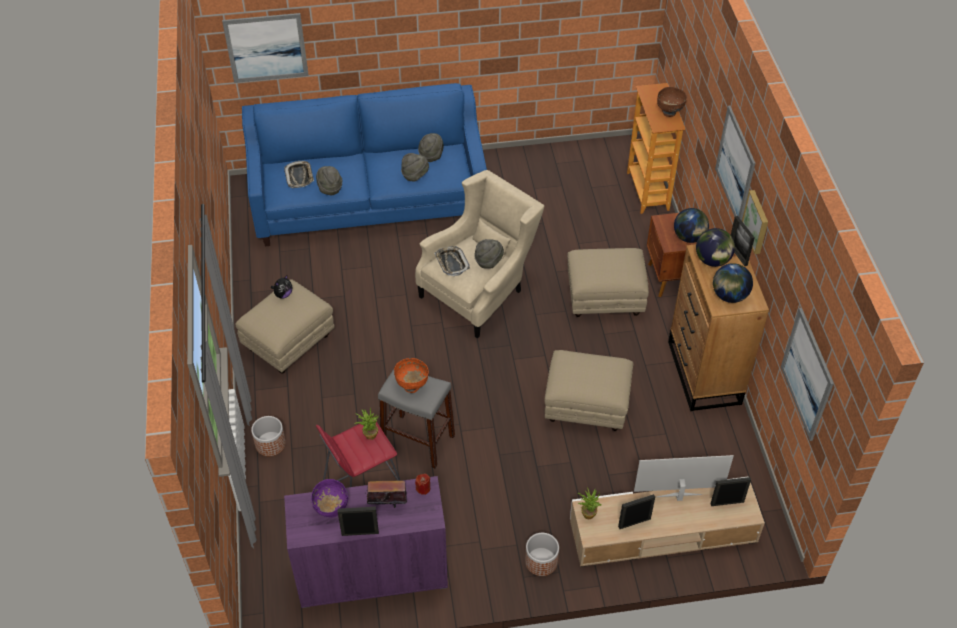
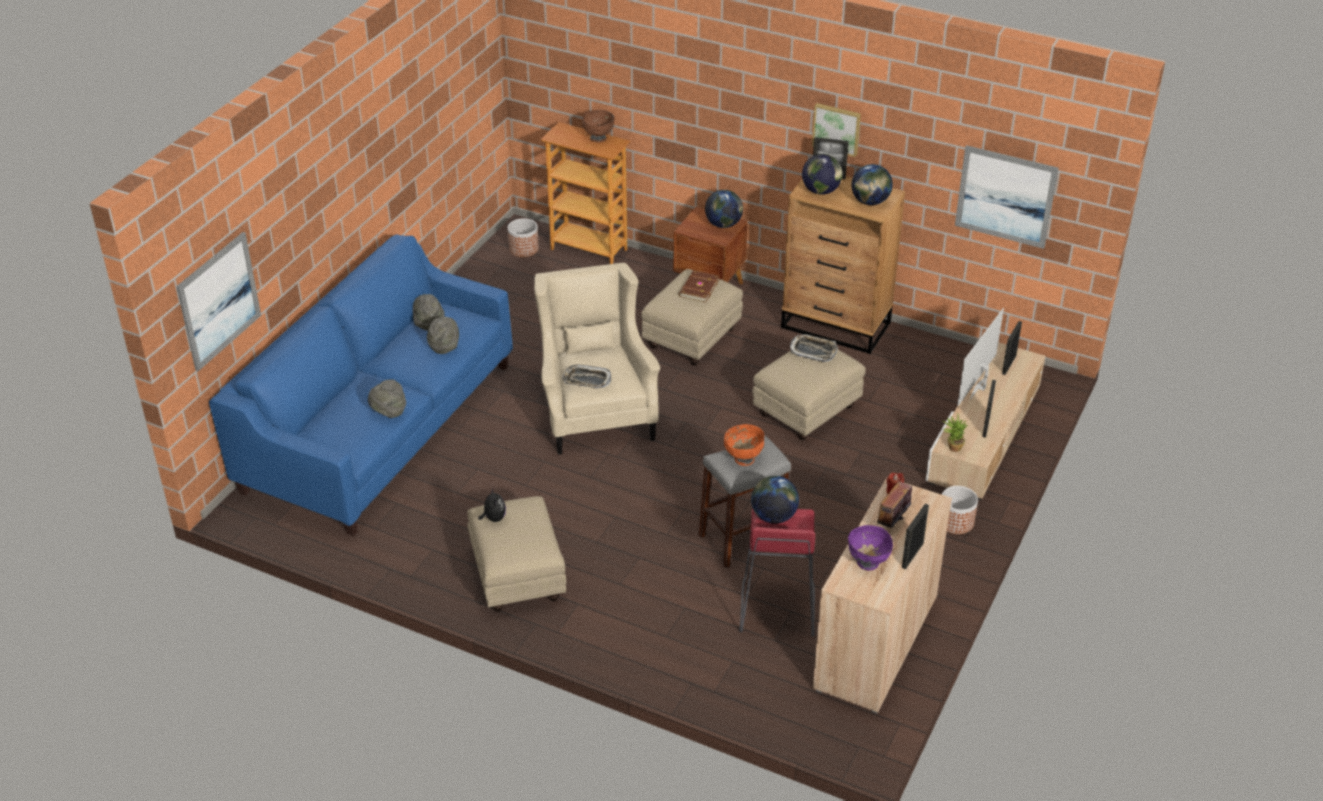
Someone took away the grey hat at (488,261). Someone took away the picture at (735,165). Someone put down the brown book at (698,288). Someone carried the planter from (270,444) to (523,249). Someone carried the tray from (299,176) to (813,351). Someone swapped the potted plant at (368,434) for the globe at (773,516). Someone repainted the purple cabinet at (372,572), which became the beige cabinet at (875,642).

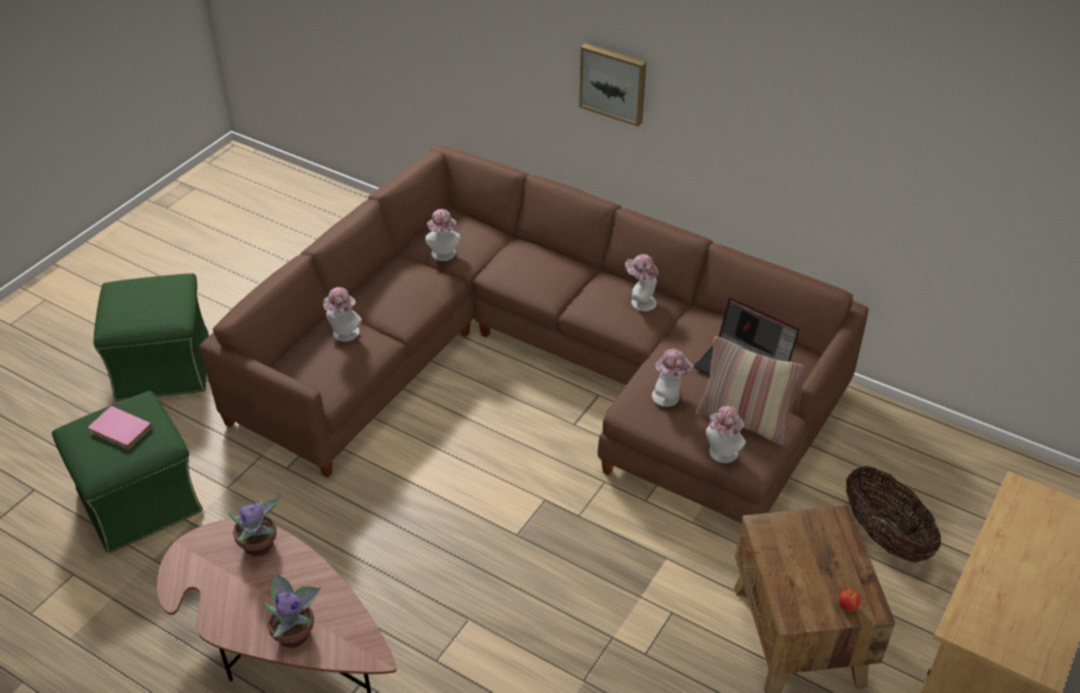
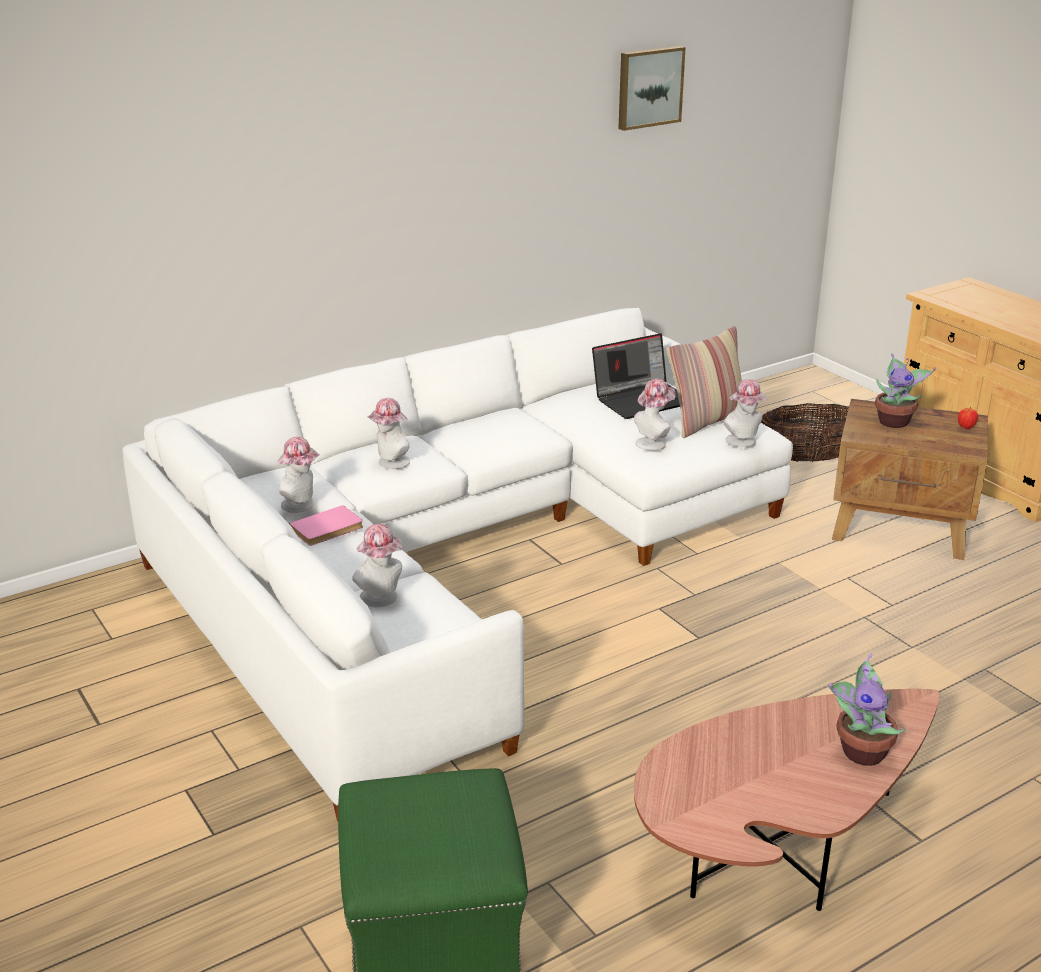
Someone took away the green ottoman at (164,367). Someone carried the pink book from (119,430) to (328,529). Someone carried the potted plant from (260,546) to (895,422). Someone carried the picture from (614,83) to (649,87). Someone carried the hat from (640,301) to (390,463). Someone repainted the brown sofa at (542,367), which became the white sofa at (456,560).

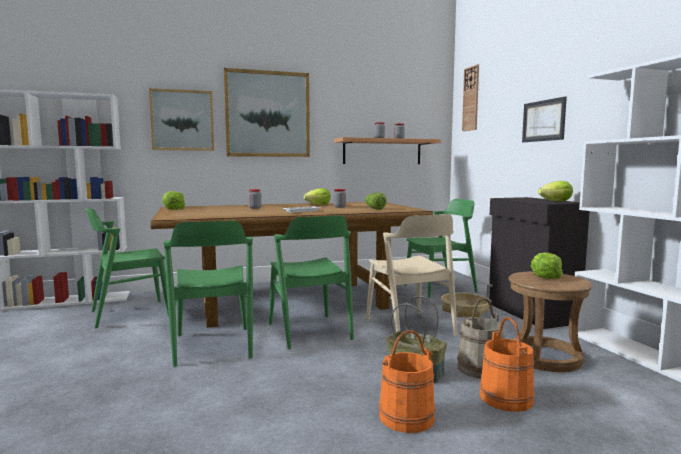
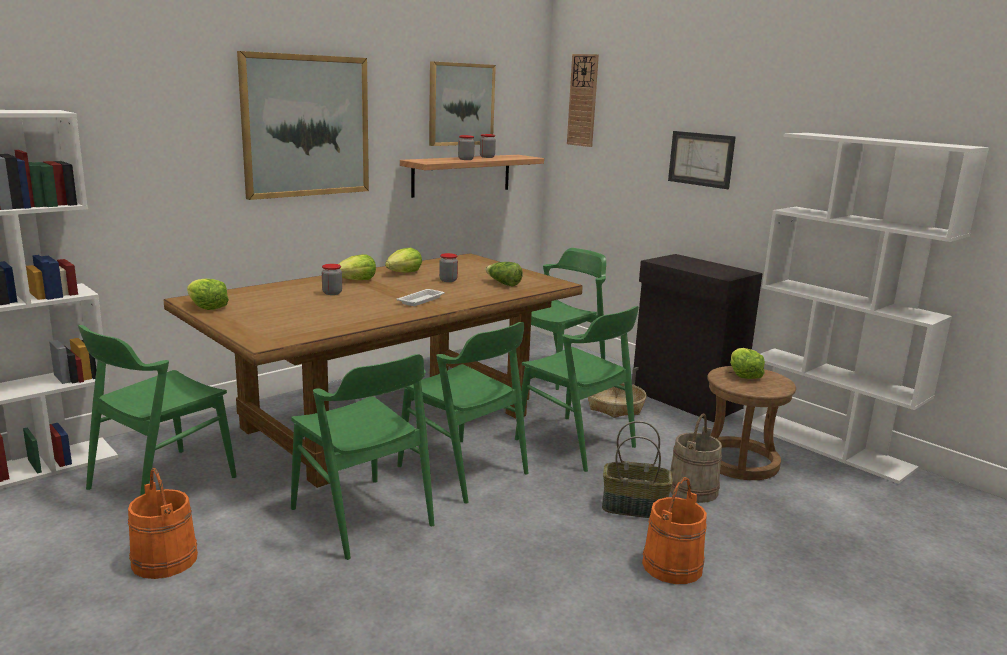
Someone carried the picture from (182,120) to (460,104). Someone carried the orange bucket from (505,398) to (164,560). Someone carried the lettuce from (555,201) to (356,280). Someone repainted the beige chair at (409,327), which became the green chair at (575,443).

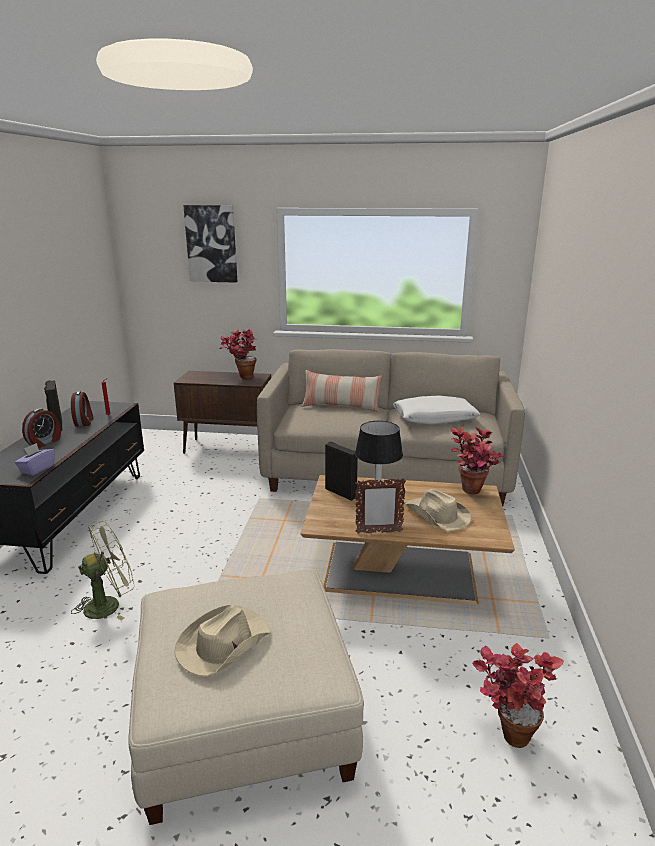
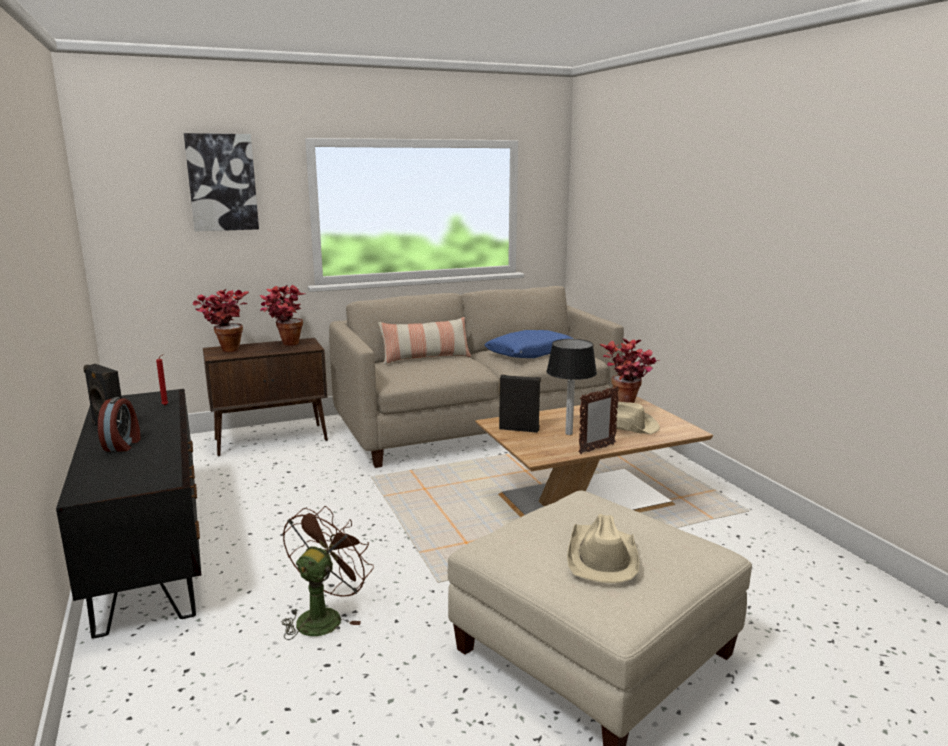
Someone took away the purple tissue box at (37,469). Someone took away the alarm clock at (84,422). Someone carried the potted plant from (506,730) to (225,349). Someone repainted the green fan at (109,604), which became the brown fan at (324,616). Someone repainted the white pillow at (434,418), which became the blue pillow at (530,353).

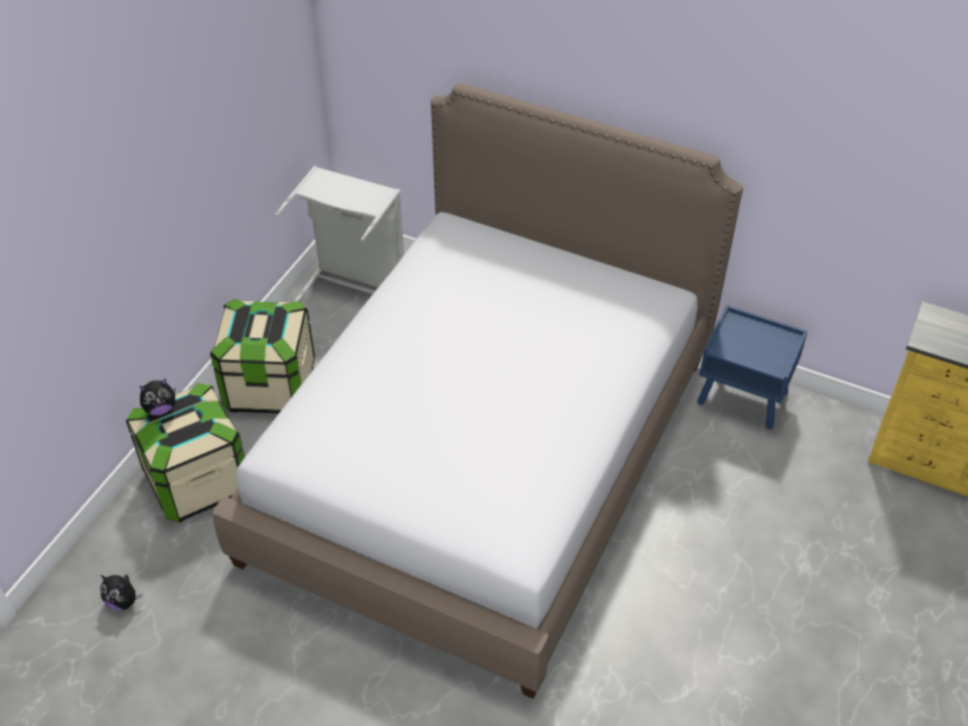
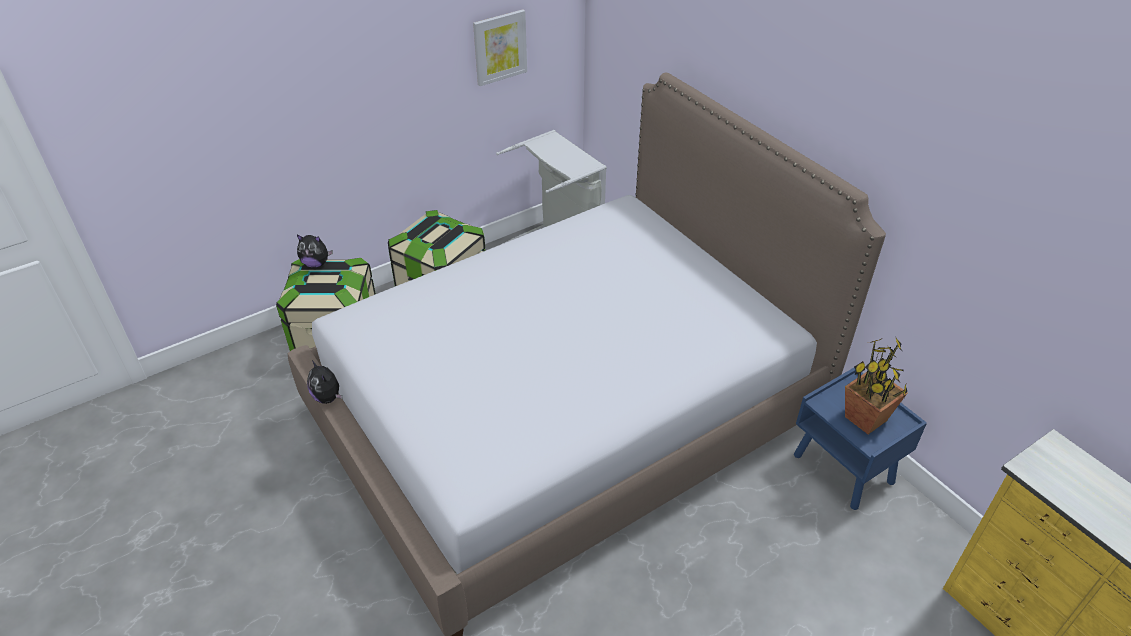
Someone put up the picture at (500,47). Someone put down the potted plant at (866,419). Someone carried the plush toy from (123,601) to (329,397).

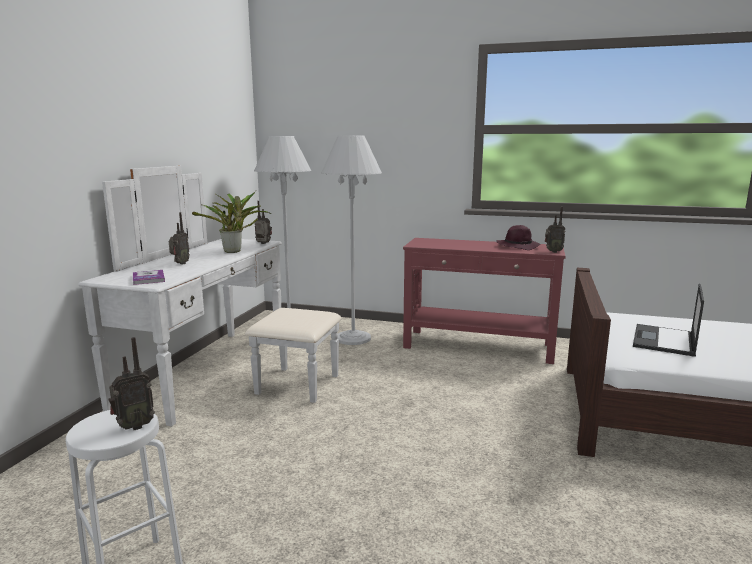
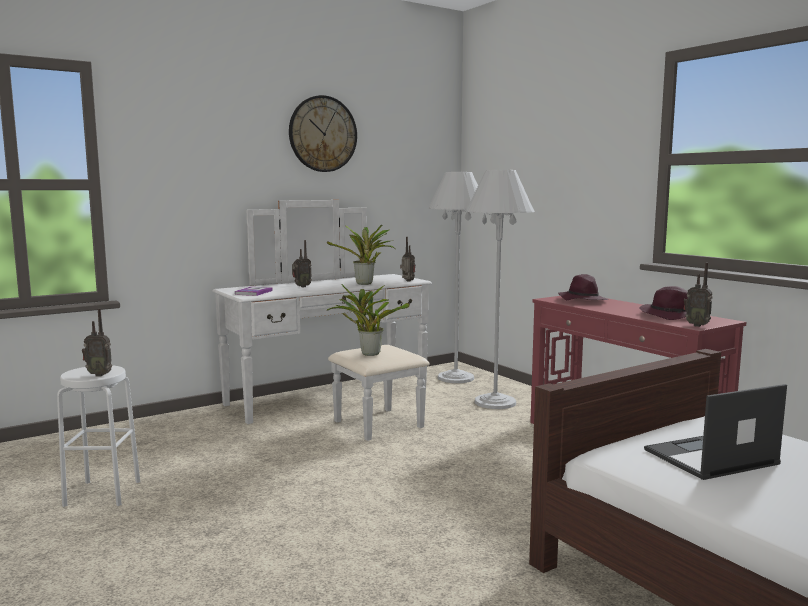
Someone put up the wall clock at (322,134). Someone put down the potted plant at (368,353). Someone put down the purple hat at (582,300).

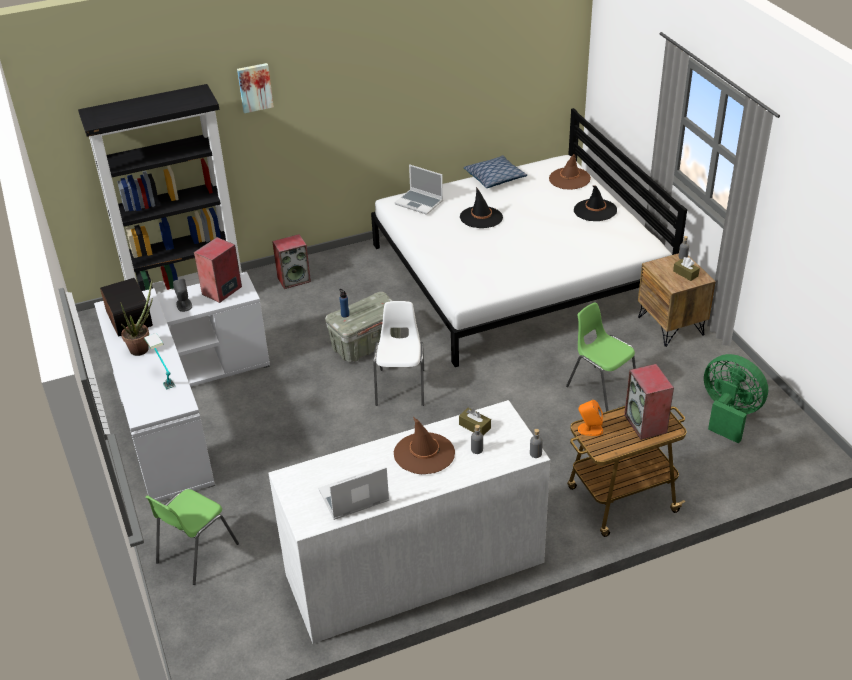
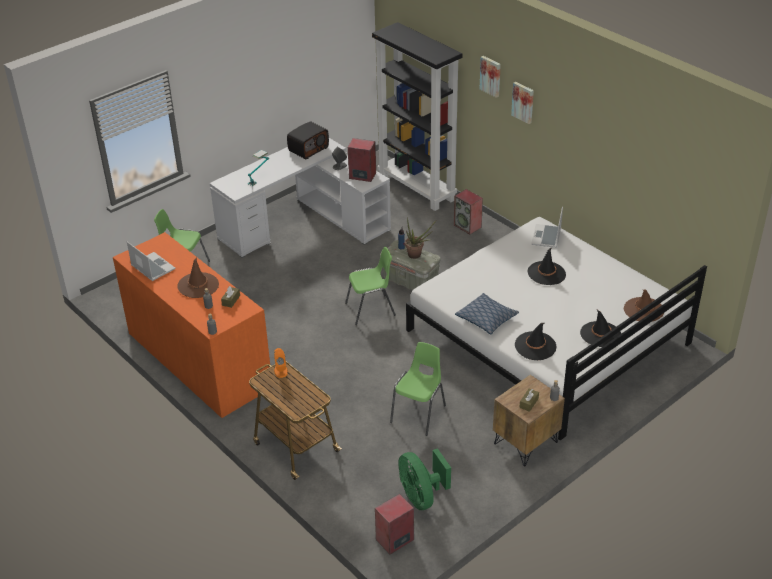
Someone put up the picture at (523,102). Someone put down the black hat at (535,346). Someone carried the potted plant from (142,347) to (417,255). Someone carried the pillow from (494,178) to (486,319). Someone carried the speaker from (646,424) to (394,540). Someone repainted the white dresser at (414,568), which became the orange dresser at (198,359). Someone repainted the white chair at (401,387), which became the green chair at (371,309). Someone rotated the green fan at (728,414) by 135 degrees clockwise.

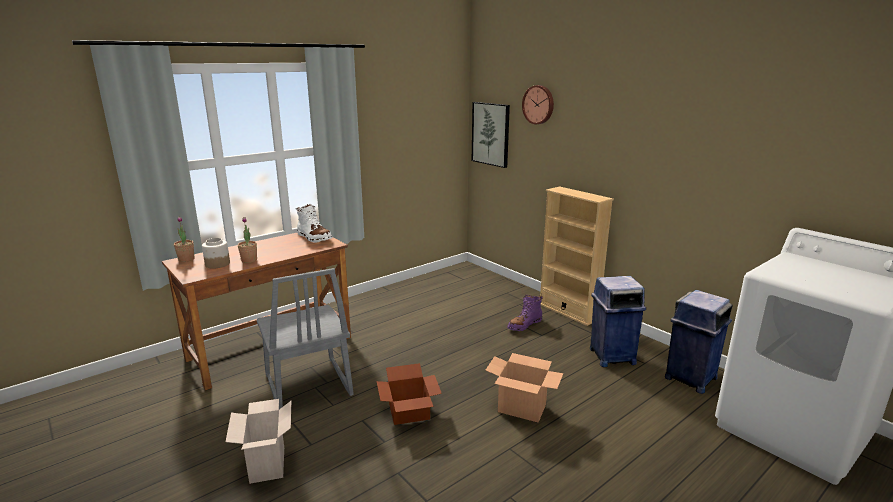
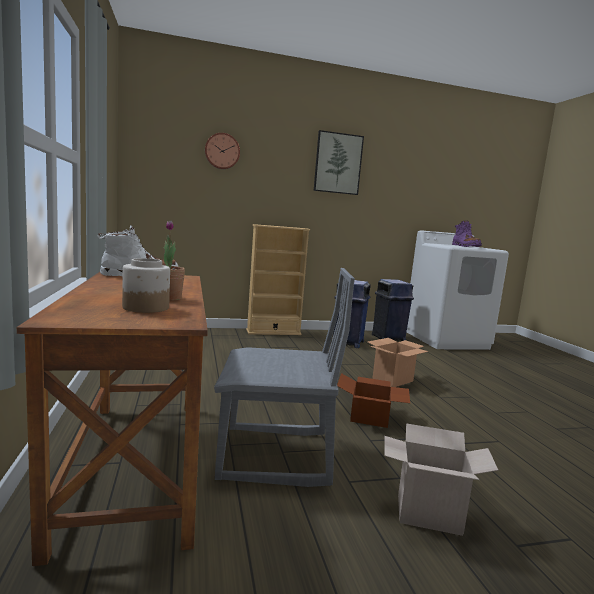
Someone took away the potted plant at (186,259). Someone carried the picture from (491,134) to (338,163). Someone carried the purple boot from (524,325) to (465,246).

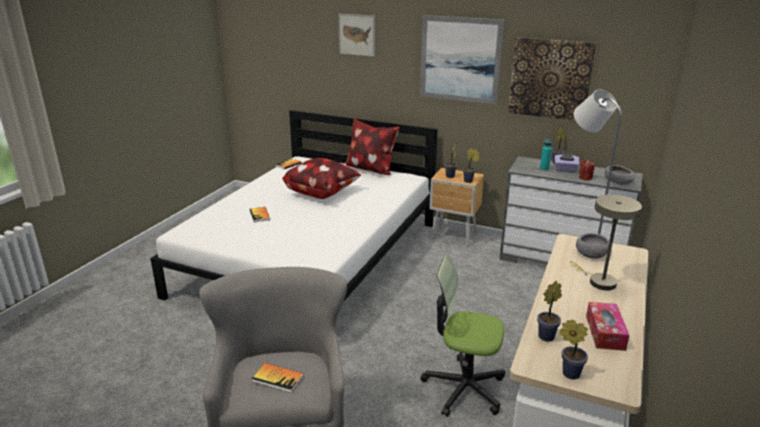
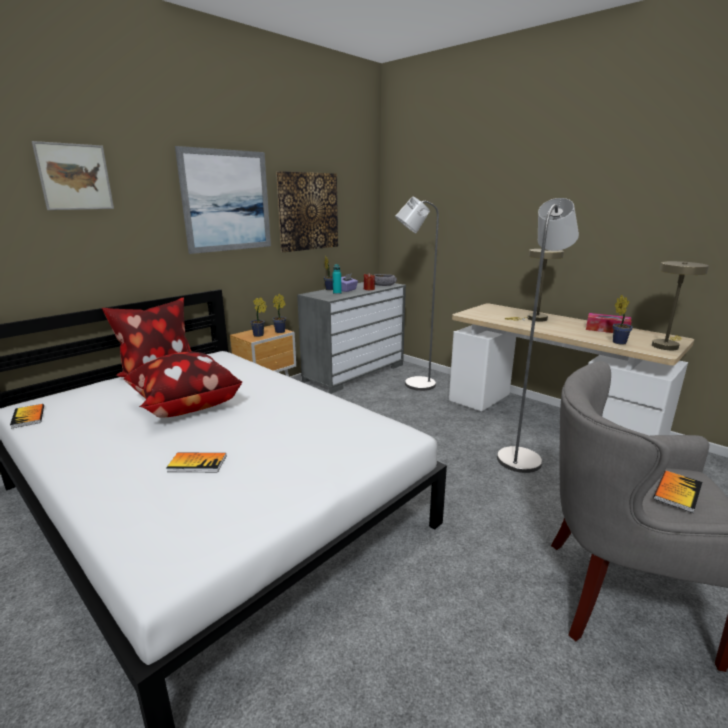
Someone took away the grey bowl at (591,253). Someone swapped the office chair at (464,388) for the grey floor lamp at (522,456). Someone swapped the potted plant at (568,373) for the beige table lamp at (666,345).

